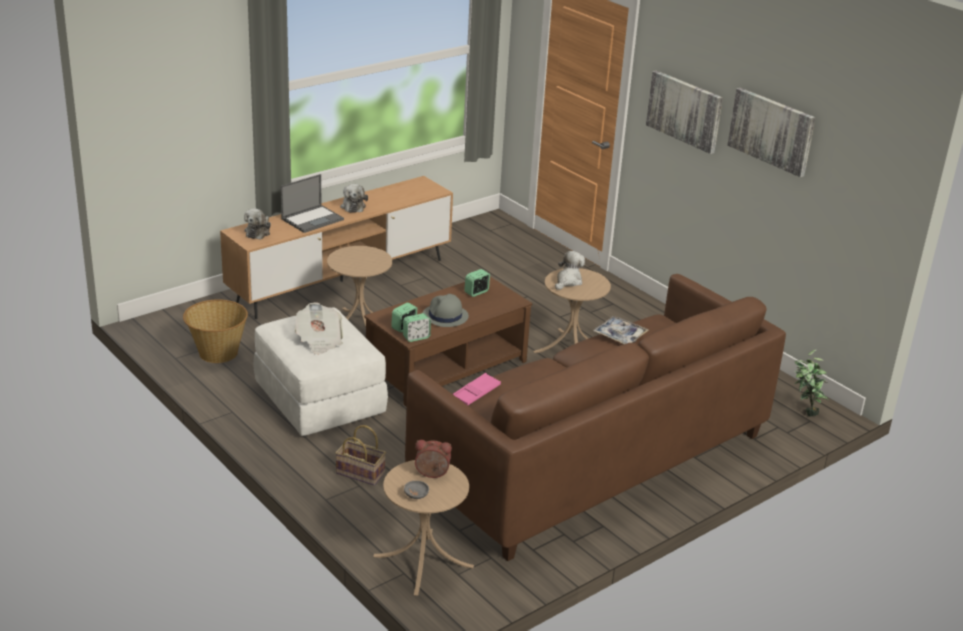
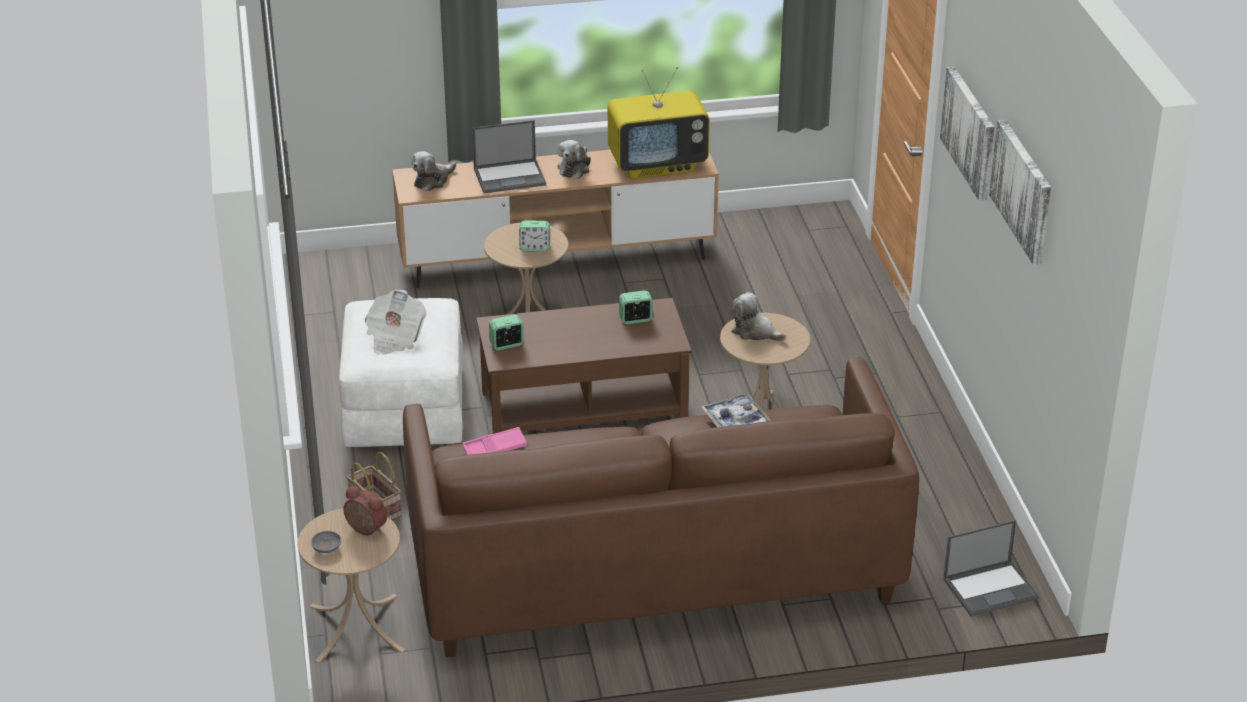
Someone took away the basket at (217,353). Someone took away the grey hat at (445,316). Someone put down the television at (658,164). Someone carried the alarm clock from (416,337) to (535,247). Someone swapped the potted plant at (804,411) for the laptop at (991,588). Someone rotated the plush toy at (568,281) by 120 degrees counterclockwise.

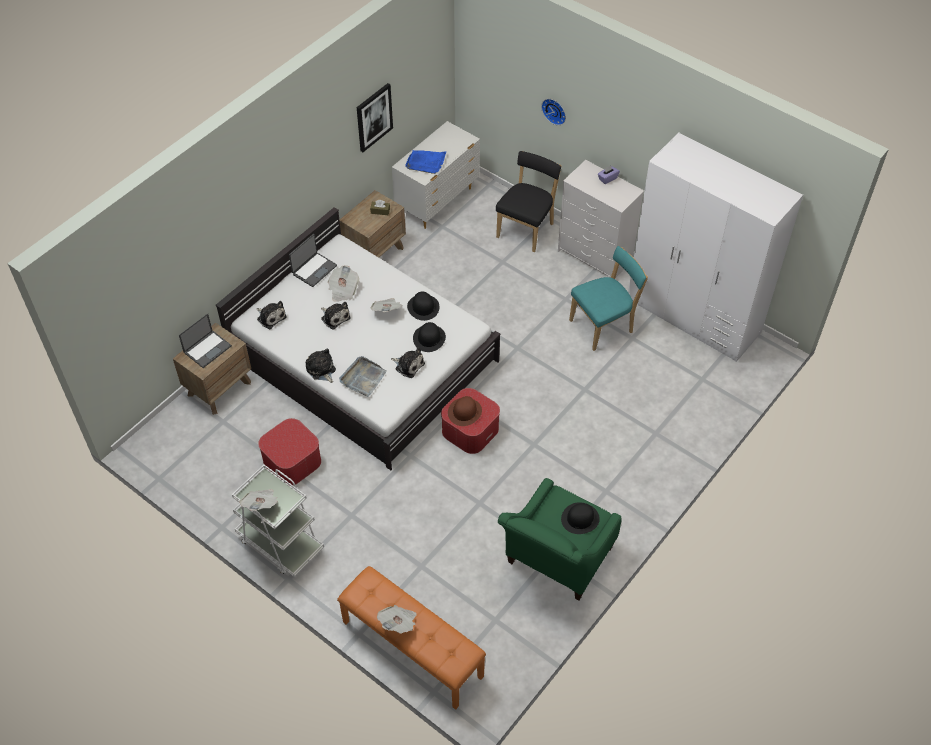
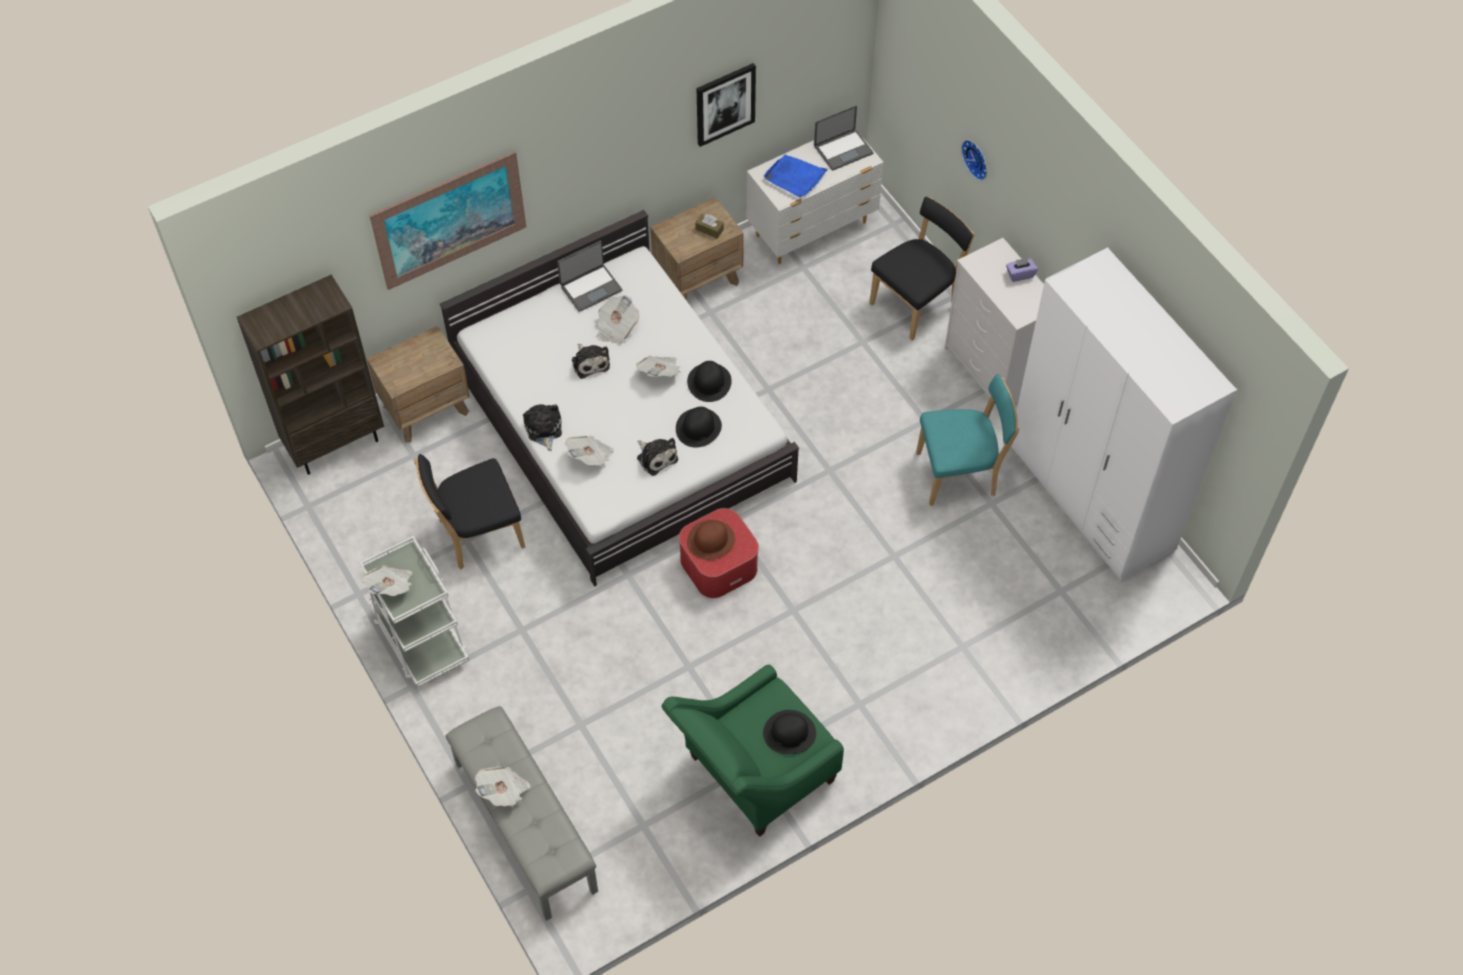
Someone took away the plush toy at (270,317). Someone put down the brown bookcase at (335,443). Someone put up the picture at (450,220). Someone carried the laptop from (207,349) to (844,149). Someone swapped the ottoman at (292,461) for the black chair at (477,534). Someone swapped the grey tray at (363,378) for the newspaper at (590,457). Someone repainted the orange bench at (411,649), which became the grey bench at (524,826).

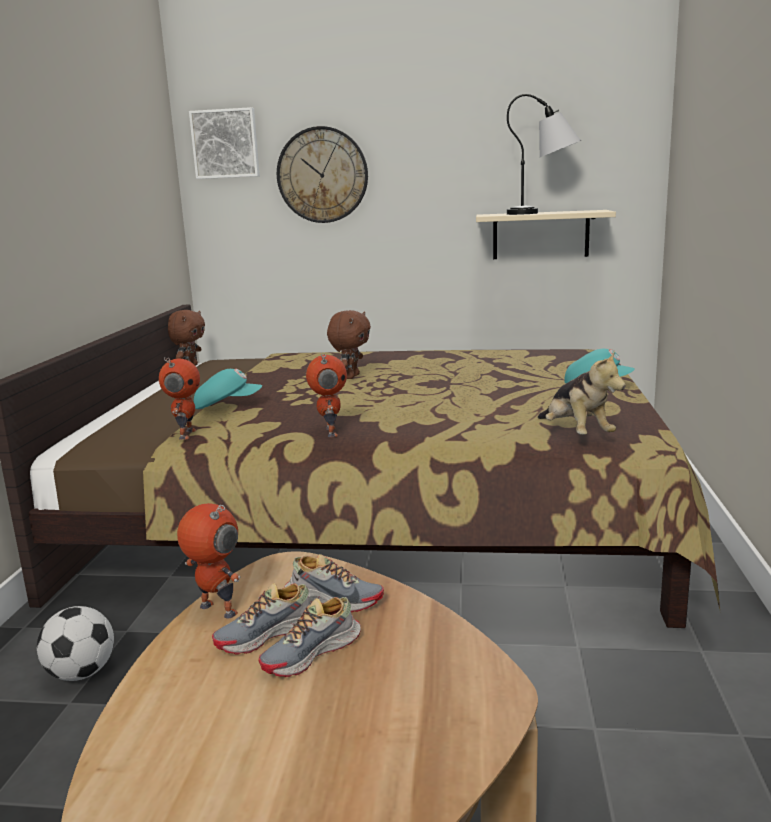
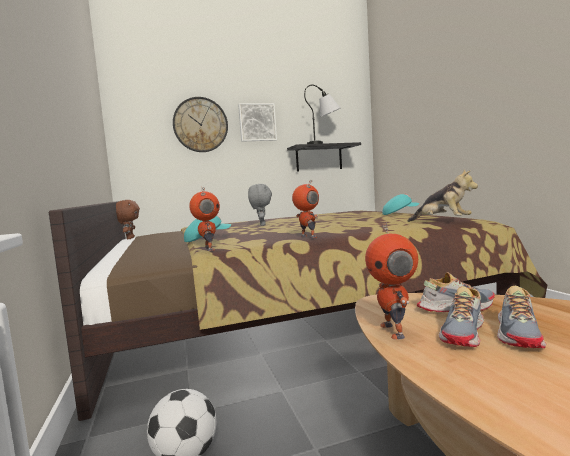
Someone carried the picture from (225,144) to (257,122). Someone repainted the brown plush toy at (351,376), which became the grey plush toy at (261,225). Someone repainted the beige shelf at (540,235), which became the black shelf at (319,158). Someone rotated the toy robot at (216,611) by 105 degrees counterclockwise.

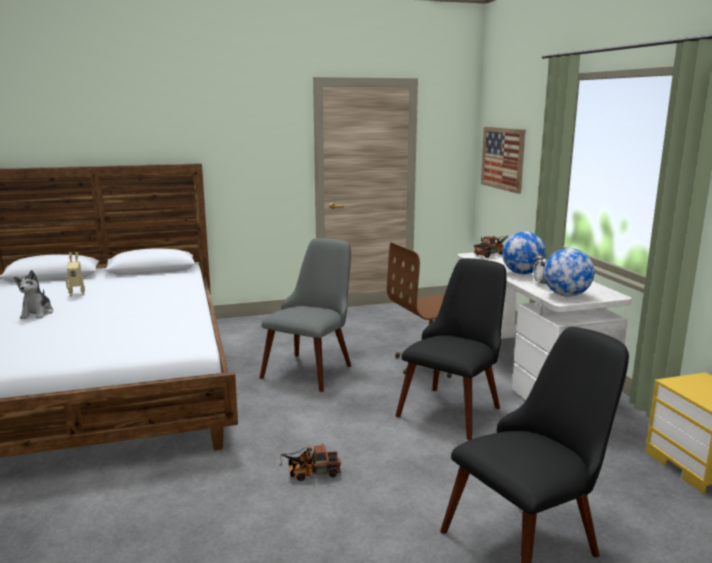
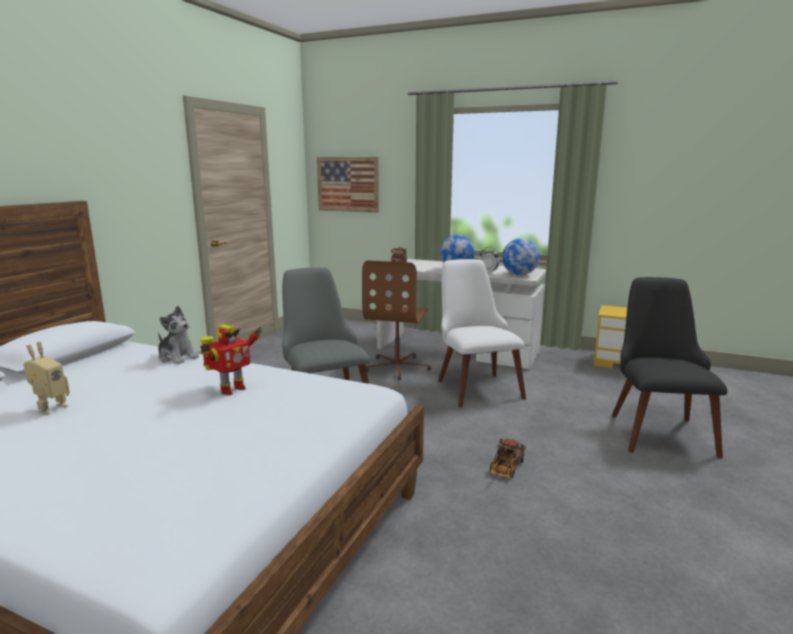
Someone put down the toy robot at (231,390). Someone carried the plush toy from (37,313) to (177,357). Someone repainted the black chair at (455,406), which became the white chair at (474,385).

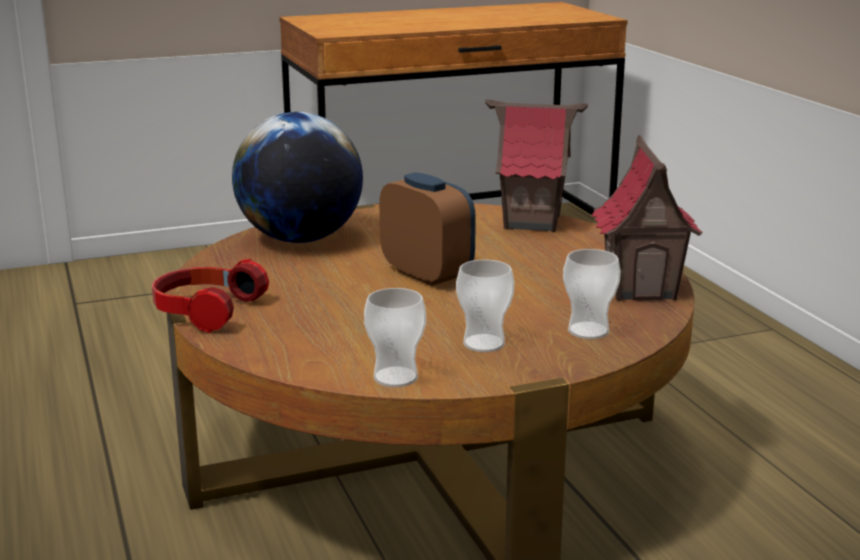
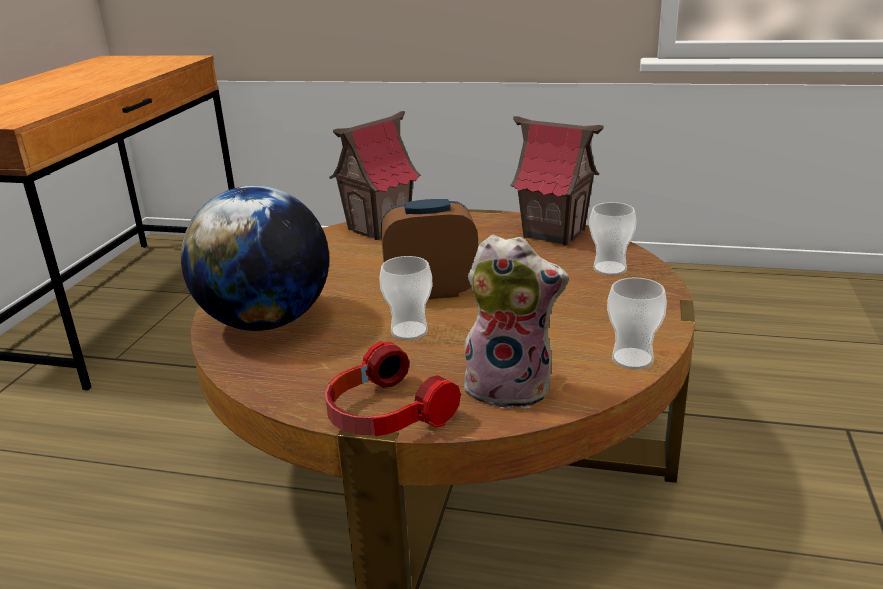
Someone put down the plush toy at (511,388). Someone carried the cup from (484,343) to (409,331).

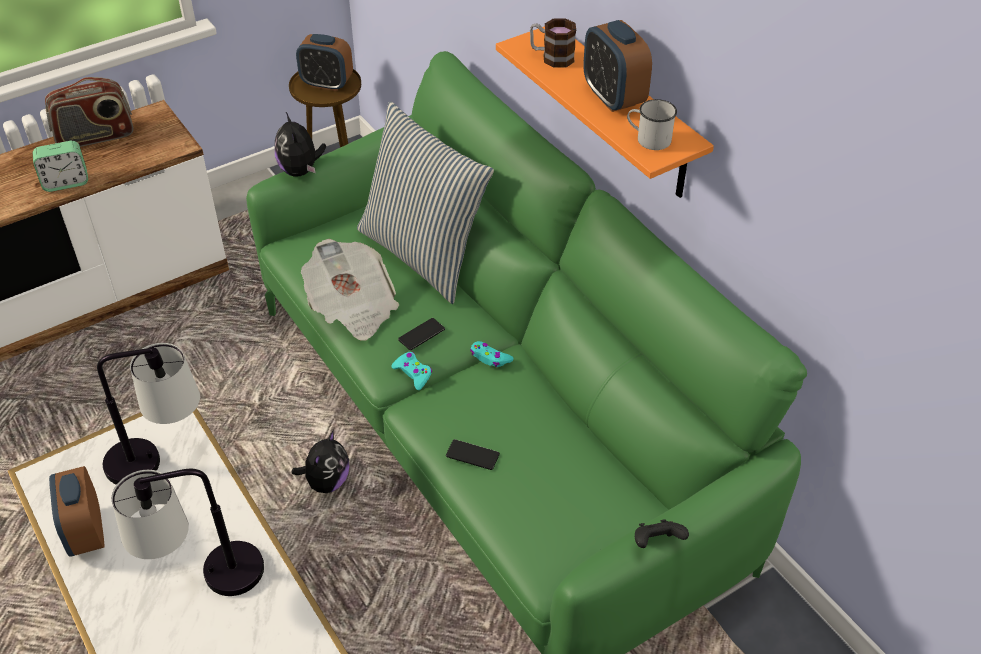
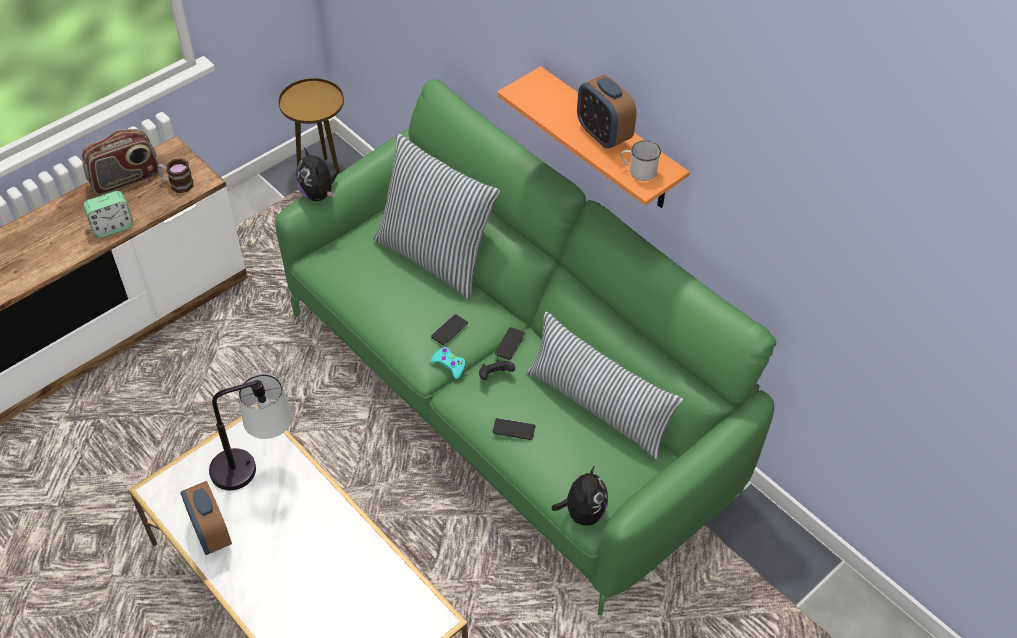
Someone took away the table lamp at (205,579). Someone took away the alarm clock at (327,84). Someone took away the newspaper at (352,307). Someone put down the pillow at (598,407). Someone carried the plush toy from (326,482) to (582,512). Someone carried the mug from (551,57) to (177,184). Someone carried the black game controller from (656,543) to (495,376). Someone swapped the turquoise game controller at (490,358) for the phone at (510,344).

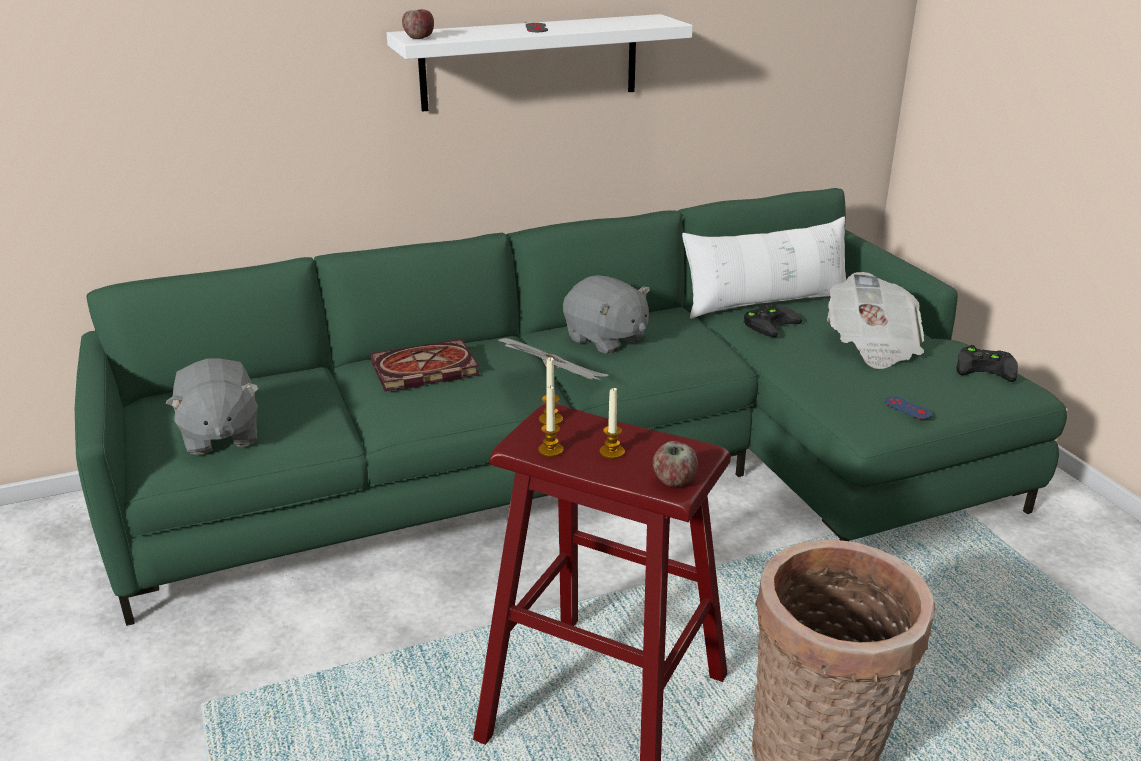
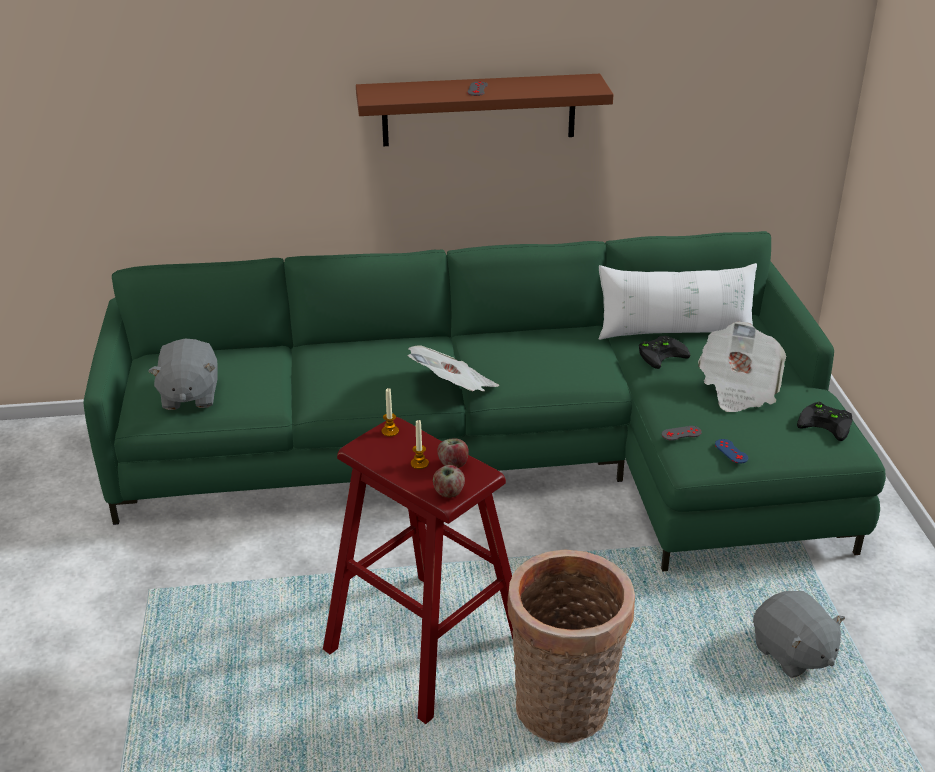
Someone took away the book at (422,370). Someone took away the candle at (550,450). Someone put down the grey game controller at (681,433). Someone carried the apple from (419,38) to (453,464). Someone carried the grey plush toy from (606,339) to (792,653). Someone repainted the white shelf at (530,62), which became the brown shelf at (479,110).

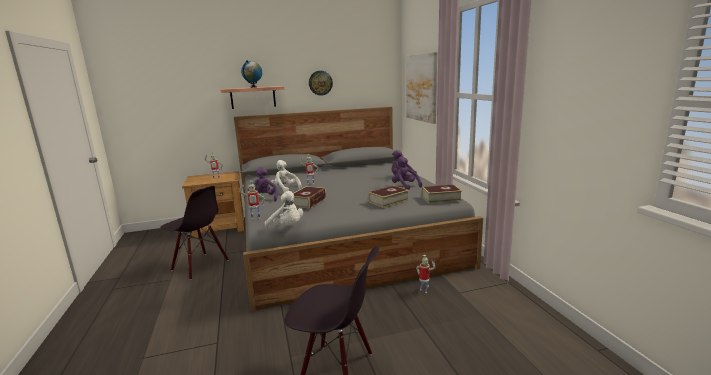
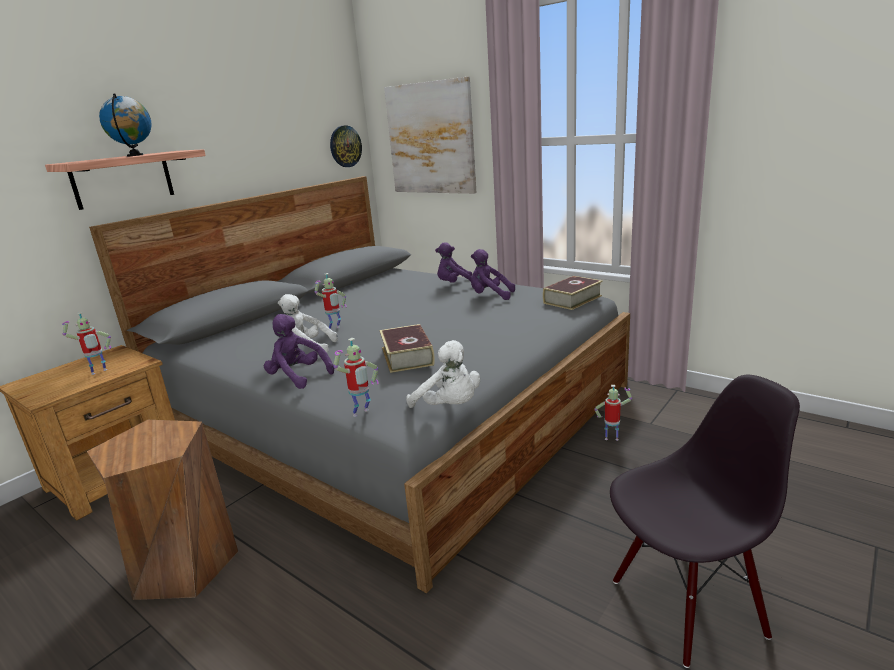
Someone took away the book at (388,201). Someone carried the wall clock from (320,83) to (345,146). Someone swapped the black chair at (199,266) for the brown stool at (184,565). Someone rotated the white plush toy at (287,227) by 45 degrees clockwise.

